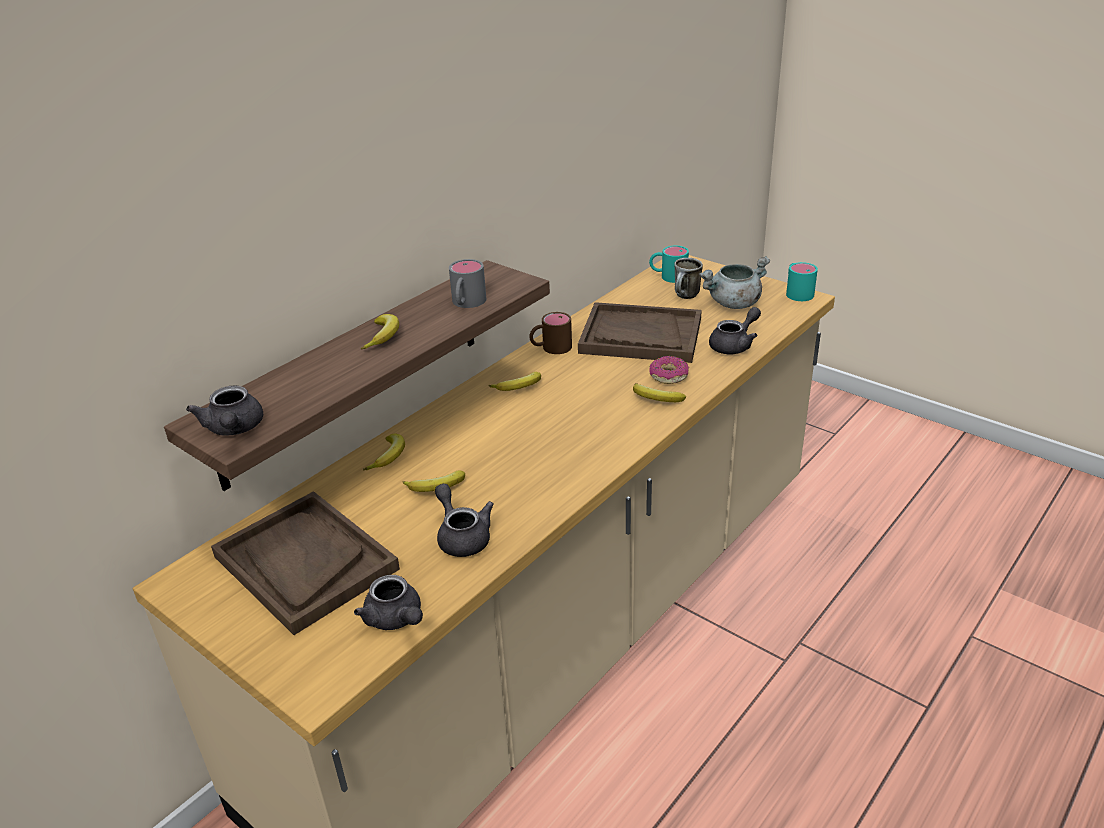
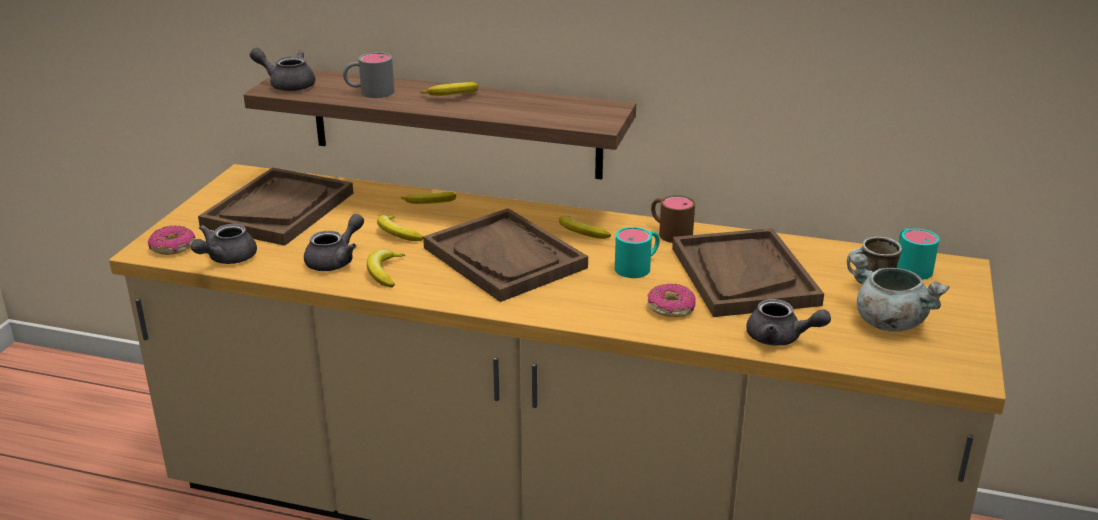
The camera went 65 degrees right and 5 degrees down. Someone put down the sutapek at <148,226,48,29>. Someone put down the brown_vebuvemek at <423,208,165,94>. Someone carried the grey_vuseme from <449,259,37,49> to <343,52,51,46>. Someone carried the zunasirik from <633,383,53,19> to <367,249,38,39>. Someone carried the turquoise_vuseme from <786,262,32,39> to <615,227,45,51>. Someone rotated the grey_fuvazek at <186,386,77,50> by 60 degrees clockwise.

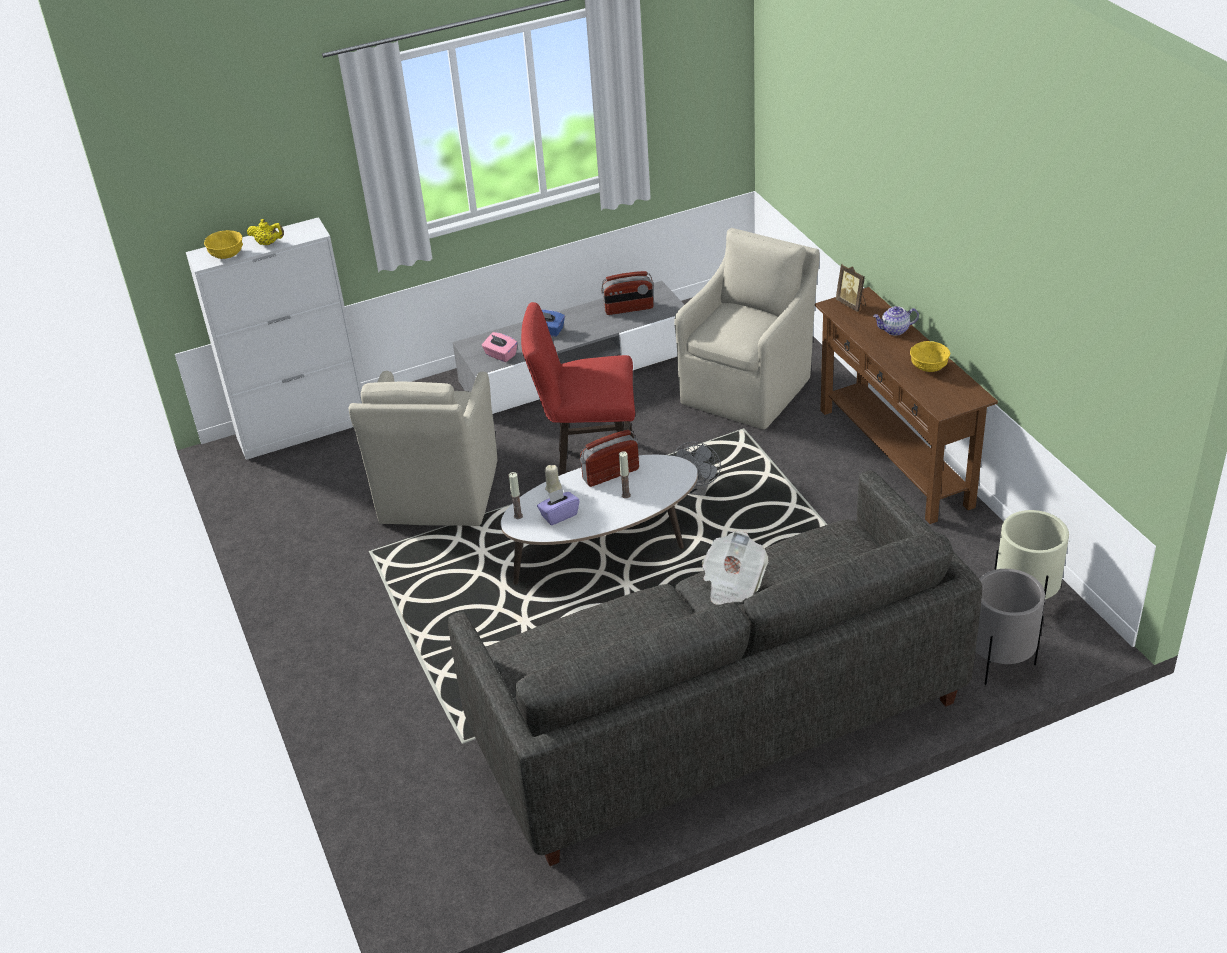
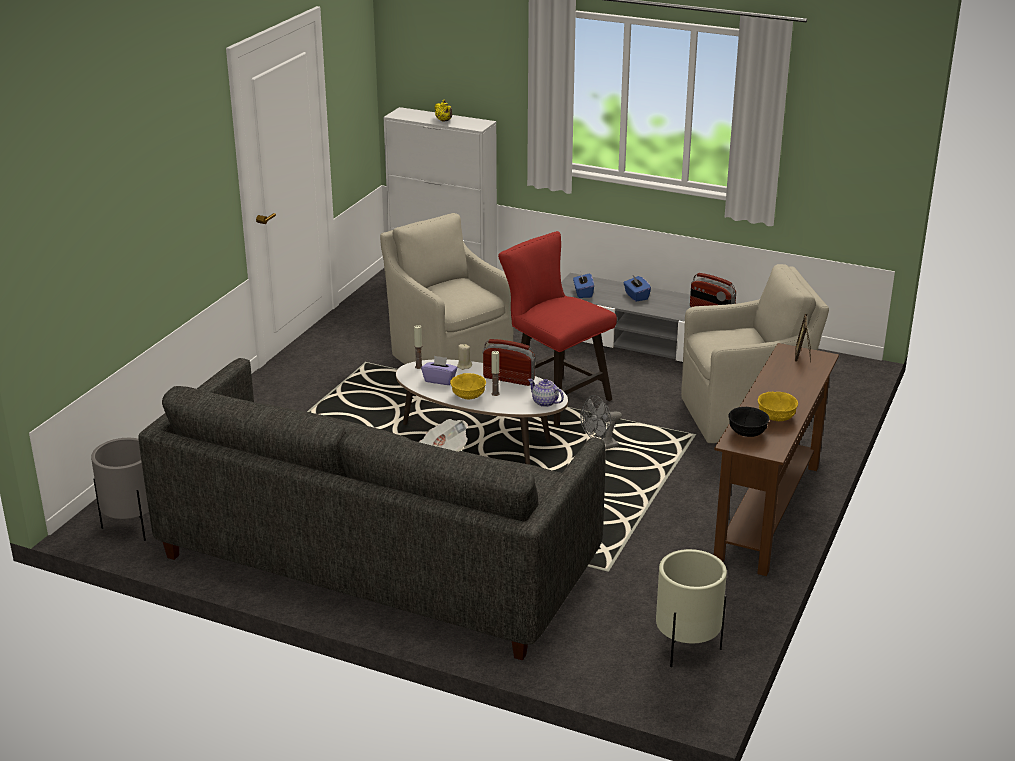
The camera went 45 degrees right and 10 degrees down. Someone put down the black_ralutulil at <728,407,41,30>. Someone carried the yellow_ralutulil from <204,230,39,29> to <450,373,36,26>. Someone carried the fuvazek from <873,306,46,30> to <528,379,36,28>. Someone carried the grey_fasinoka from <975,569,70,116> to <91,438,58,103>. Someone repainted the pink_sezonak at <482,332,36,30>, which became the blue_sezonak at <573,274,21,24>. Someone rotated the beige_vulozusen at <349,371,148,155> by 90 degrees clockwise.

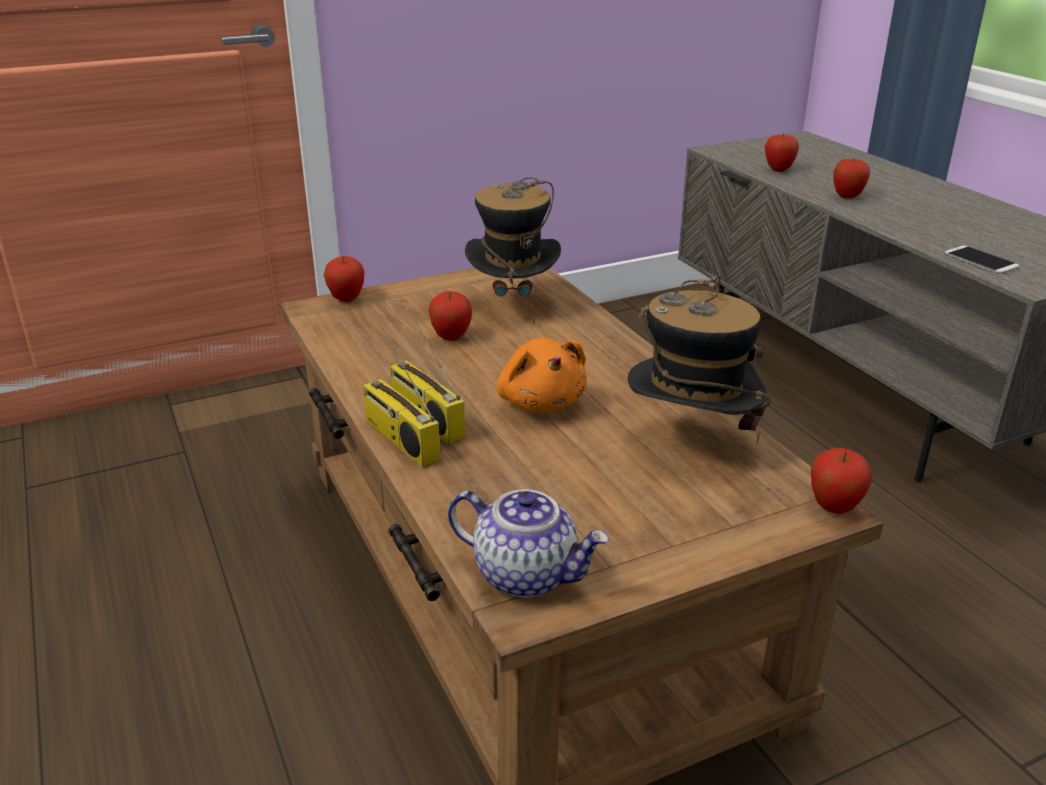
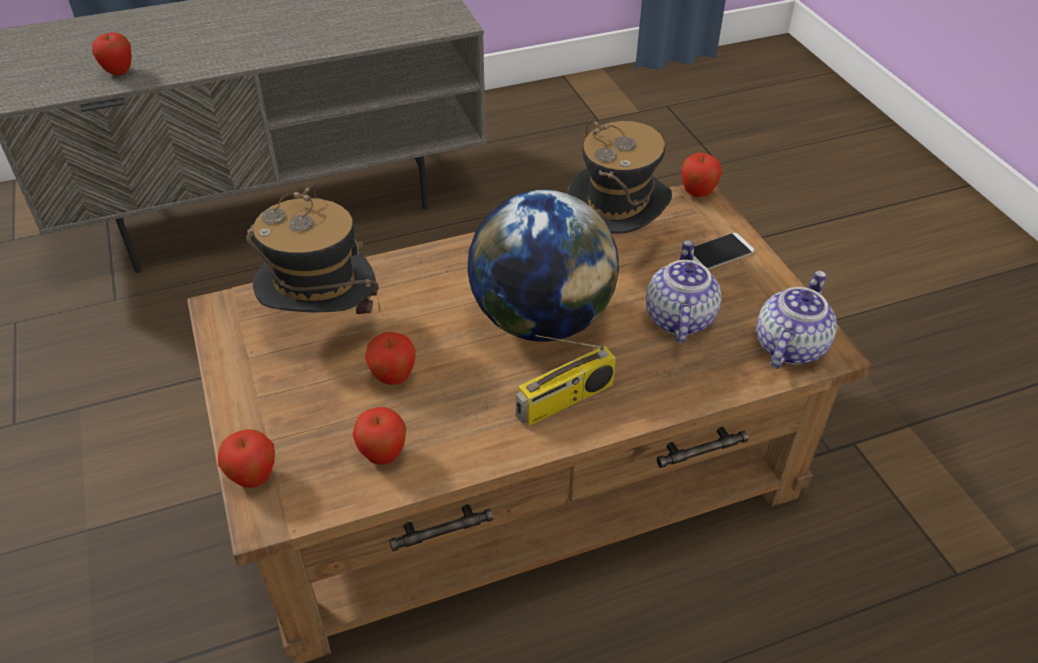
The camera went 85 degrees left and 15 degrees up. Someone took away the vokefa at <363,327,77,140>. Someone put down the fuvazek at <646,240,75,103>. Someone carried the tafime from <834,158,36,40> to <353,407,53,58>. Someone carried the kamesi from <945,246,74,28> to <693,233,62,37>. Someone swapped the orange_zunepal at <497,338,90,74> for the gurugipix at <467,190,152,152>.

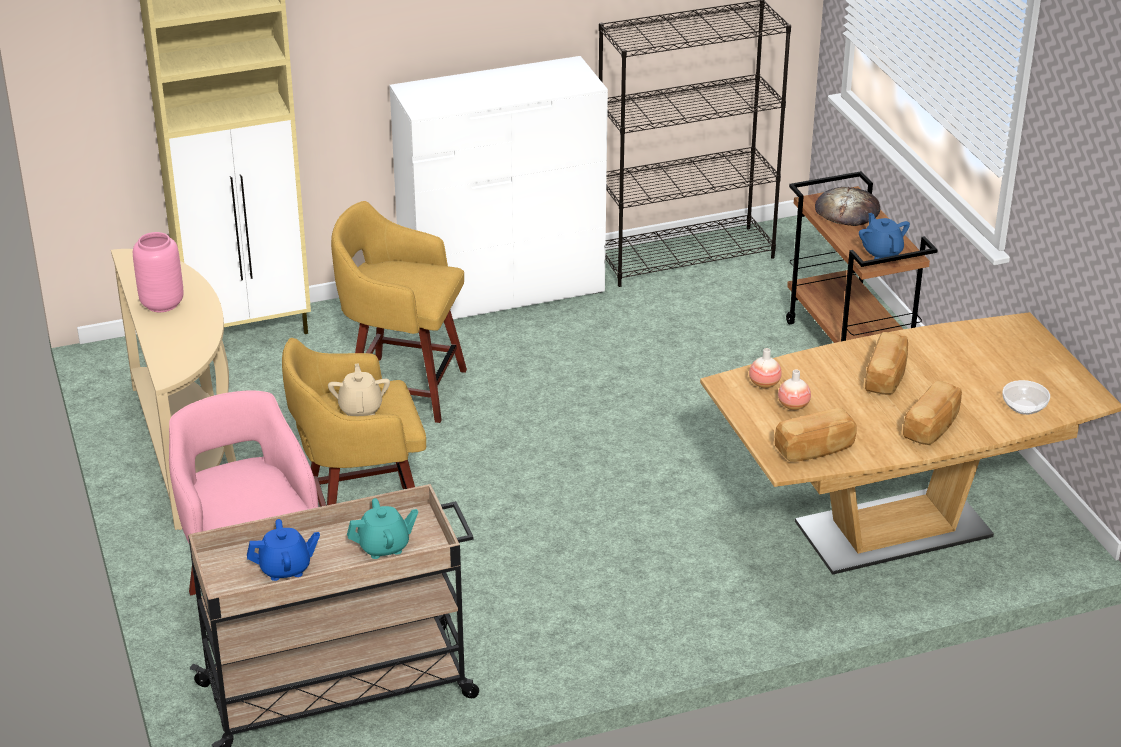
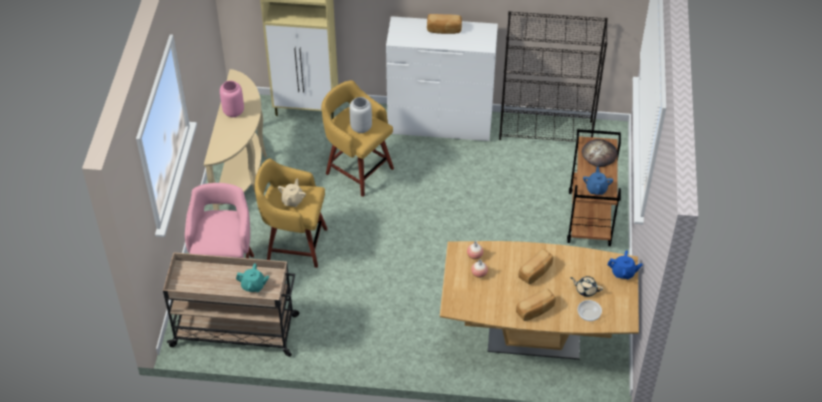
The camera went 25 degrees right and 15 degrees up. Someone put down the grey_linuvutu at <350,97,22,36>. Someone put down the beige_fuvazek at <570,276,33,21>. Someone carried the blue_fuvazek from <247,519,73,62> to <608,250,35,29>. Someone carried the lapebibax from <775,408,82,54> to <427,14,35,20>.

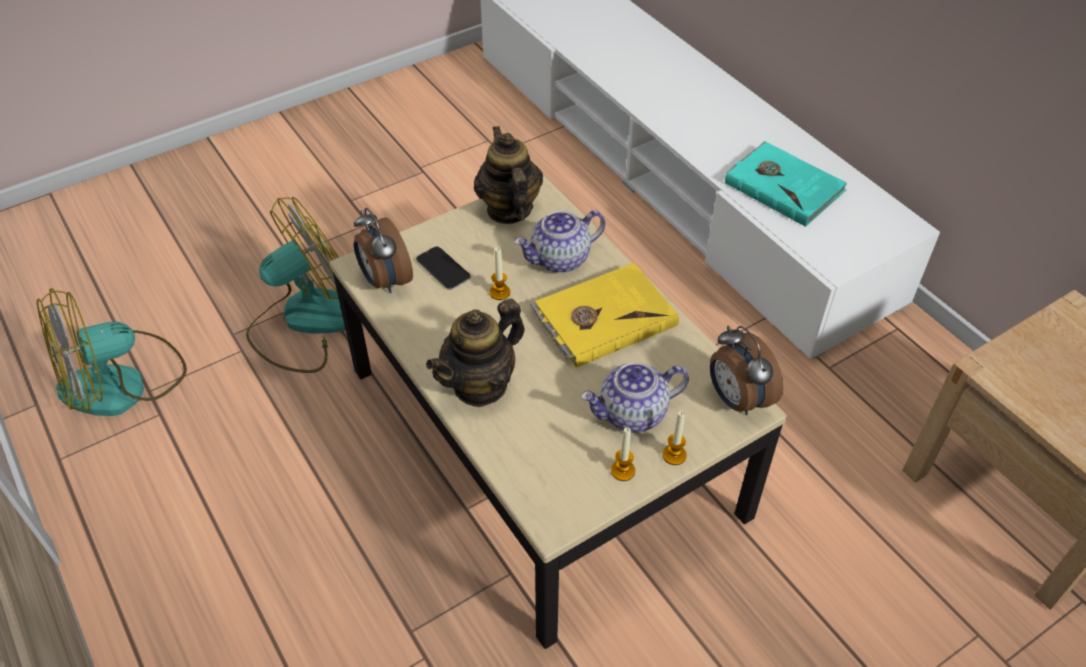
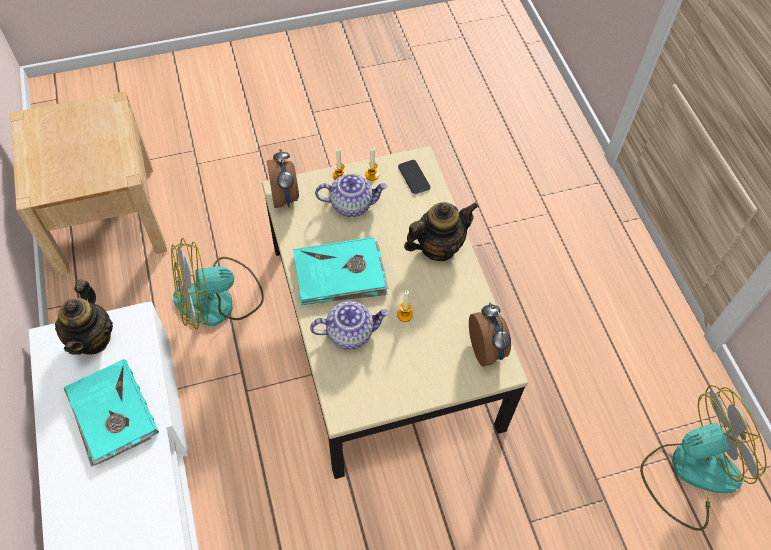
The camera went 165 degrees left and 10 degrees up. Someone carried the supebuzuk from <246,197,100,176> to <171,238,93,91>. Someone carried the kamesi from <416,247,55,43> to <398,160,33,34>. Someone carried the fuvazek from <474,126,69,98> to <55,280,58,75>. Someone repainted the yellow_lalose at <530,263,149,105>, which became the turquoise_lalose at <293,237,96,68>.

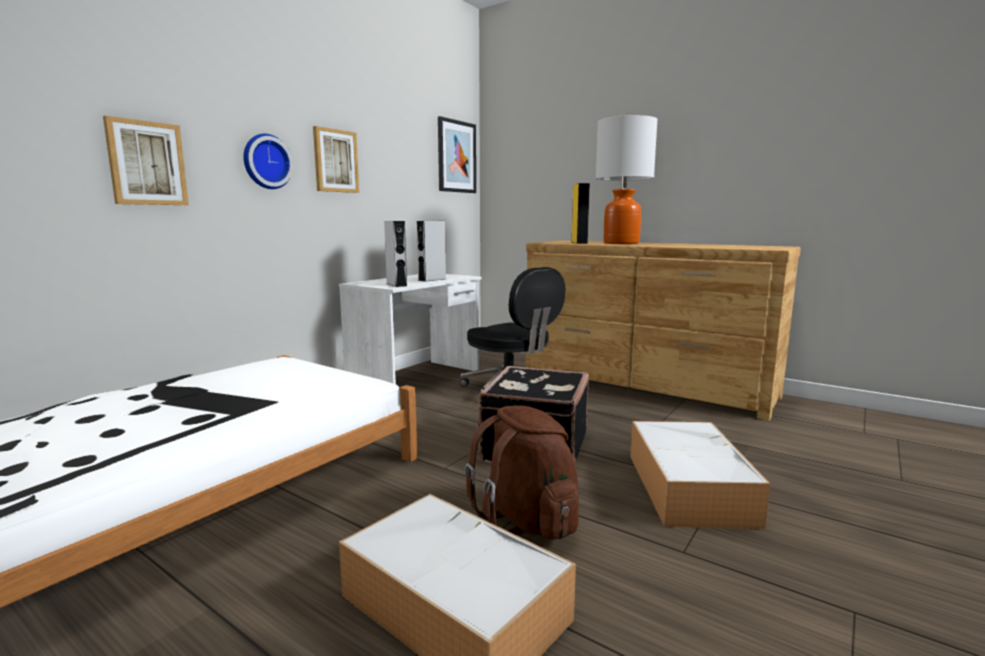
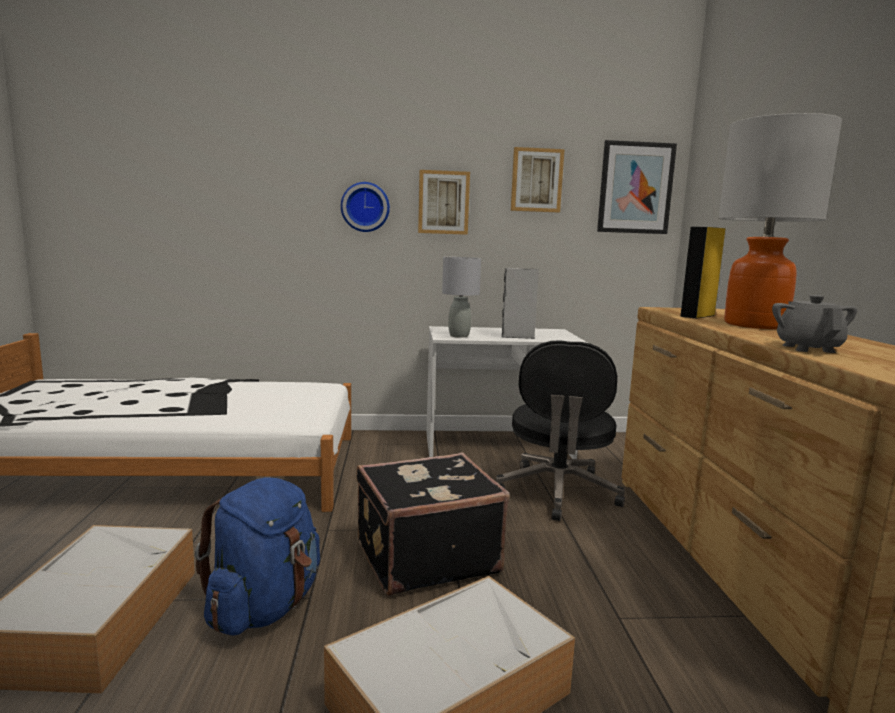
The camera went 50 degrees right and 0 degrees up. Someone put down the grey_fuvazek at <772,295,85,58>. Someone carried the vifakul from <103,116,86,89> to <511,147,54,65>. Someone swapped the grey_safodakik at <384,221,23,66> for the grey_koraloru at <442,257,39,81>. Someone repainted the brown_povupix at <465,406,114,134>, which became the blue_povupix at <195,477,125,159>.

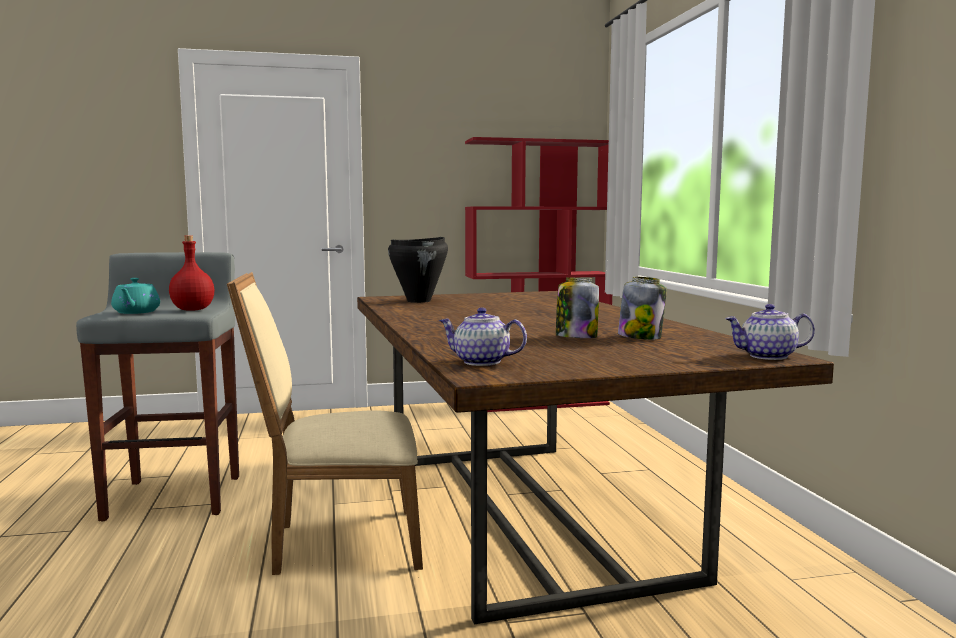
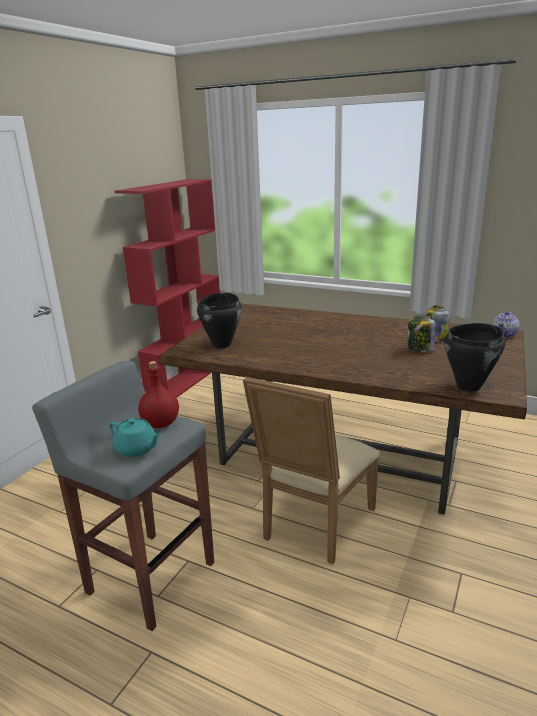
The camera went 50 degrees left and 15 degrees up. Someone swapped the fuvazek at <439,308,88,58> for the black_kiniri at <444,323,62,69>.

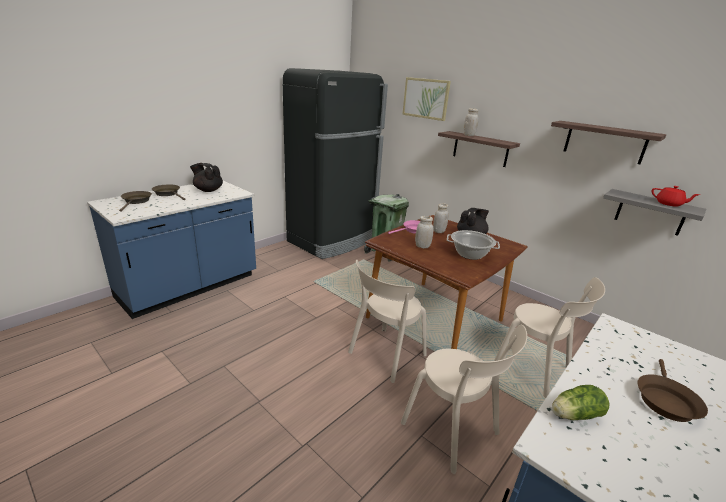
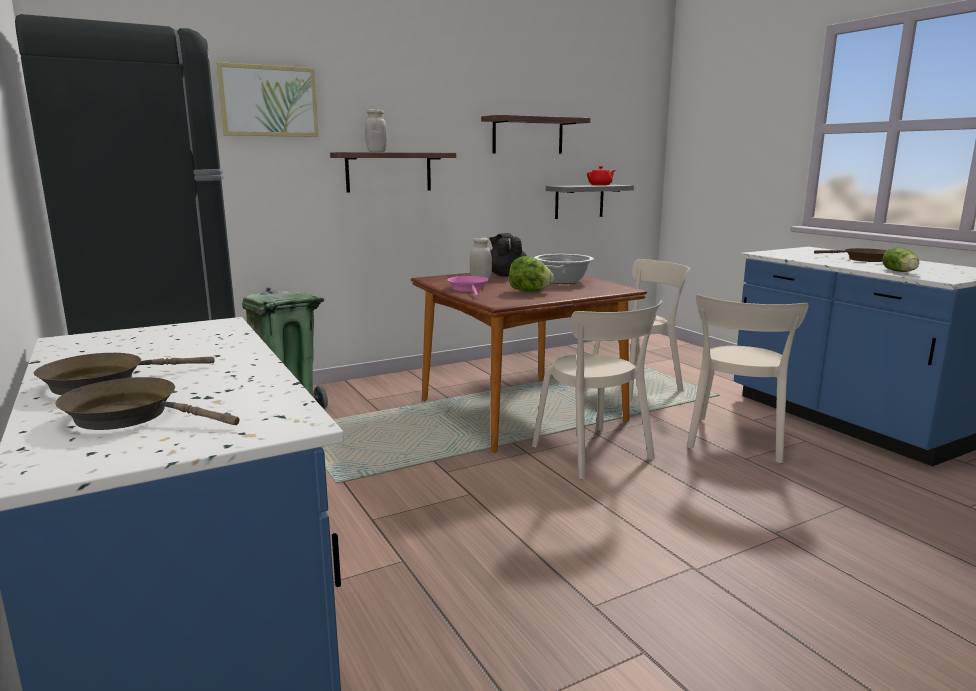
The camera went 70 degrees left and 10 degrees down. Someone took away the black_fuvazek at <190,163,33,29>. Someone swapped the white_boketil at <415,216,19,32> for the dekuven at <509,256,45,36>. Someone rotated the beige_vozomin at <401,325,126,149> by 135 degrees clockwise.

